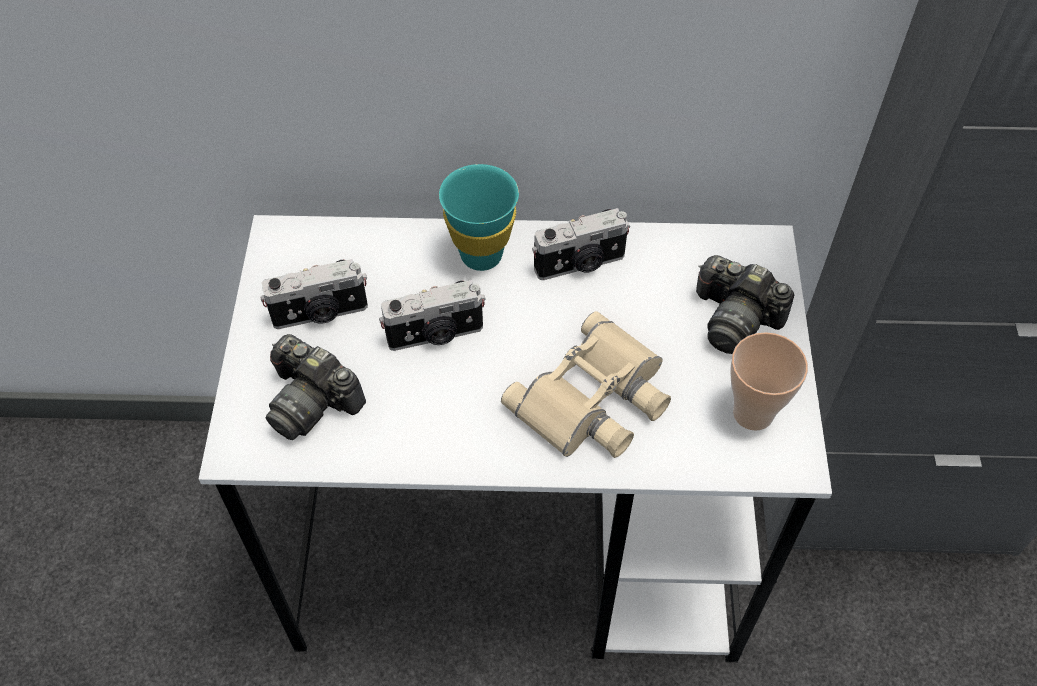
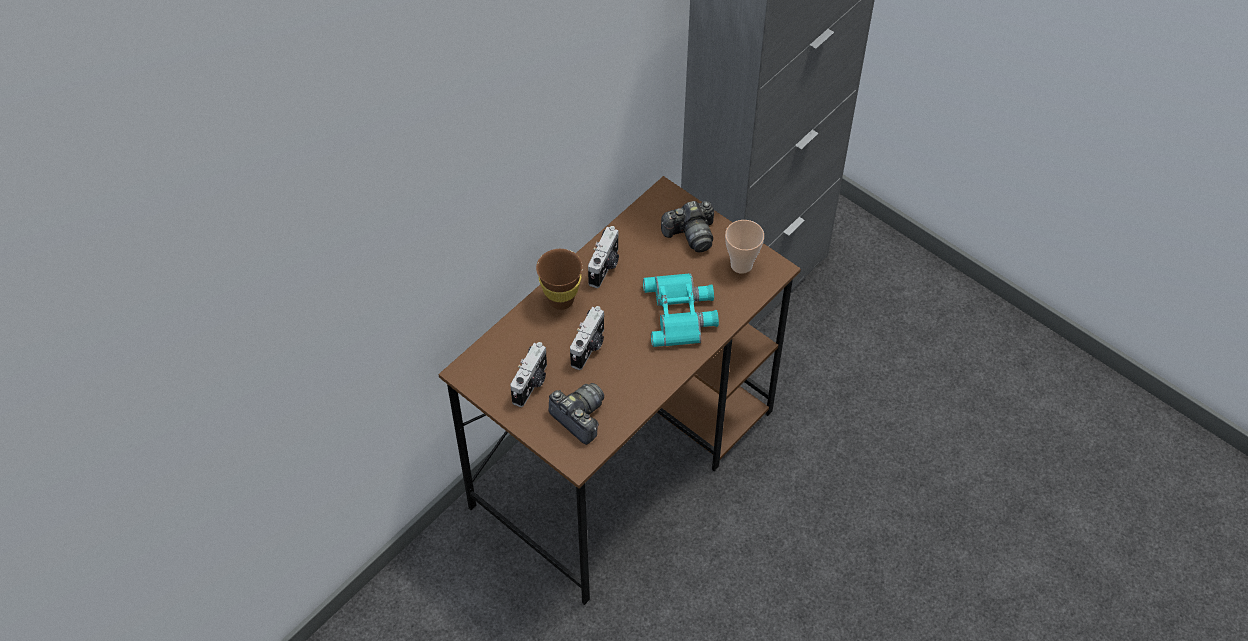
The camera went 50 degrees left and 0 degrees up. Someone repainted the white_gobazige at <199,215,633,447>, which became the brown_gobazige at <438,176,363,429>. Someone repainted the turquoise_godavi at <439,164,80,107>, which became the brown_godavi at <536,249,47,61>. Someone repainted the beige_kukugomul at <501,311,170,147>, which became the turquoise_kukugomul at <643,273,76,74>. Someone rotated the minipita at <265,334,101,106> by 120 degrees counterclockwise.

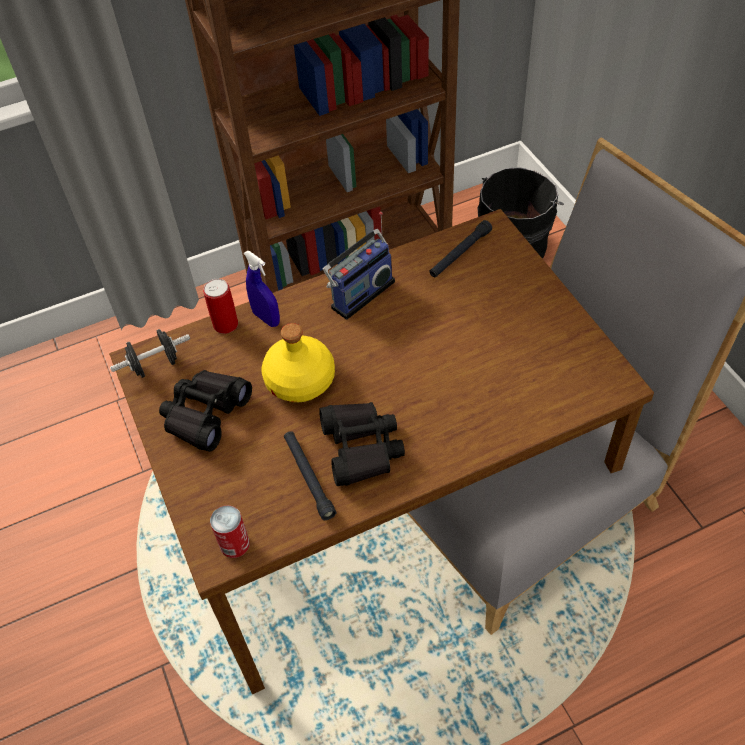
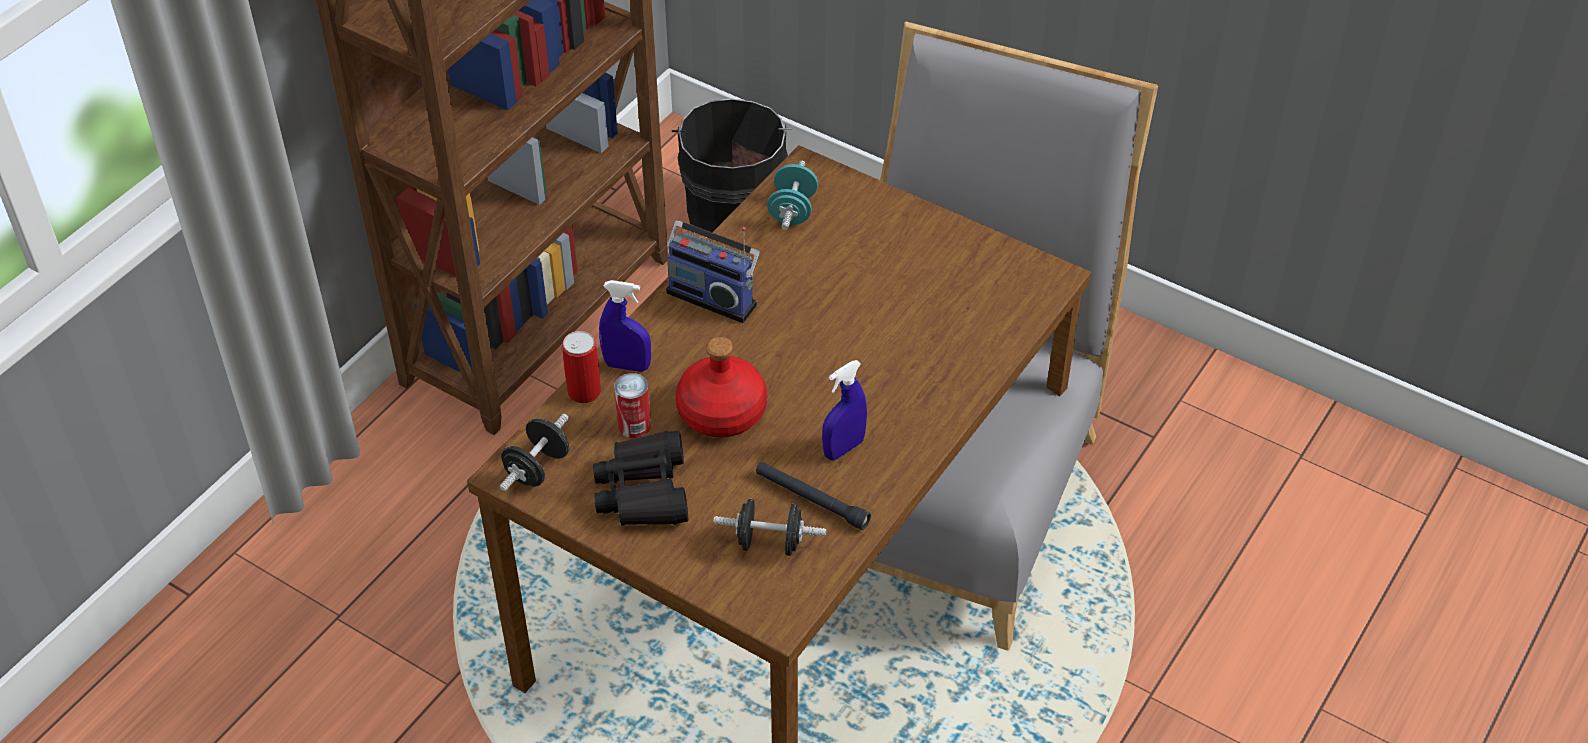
The camera went 35 degrees left and 5 degrees down. Someone put down the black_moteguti at <713,499,113,57>. Someone carried the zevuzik from <210,505,40,53> to <614,373,37,65>. Someone swapped the black_kukugomul at <319,402,86,84> for the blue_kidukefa at <822,360,45,100>. Someone swapped the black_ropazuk at <430,220,62,57> for the turquoise_moteguti at <767,160,51,70>. Someone repainted the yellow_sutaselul at <261,323,74,79>, which became the red_sutaselul at <675,337,92,101>. Someone rotated the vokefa at <323,212,72,108> by 105 degrees clockwise.

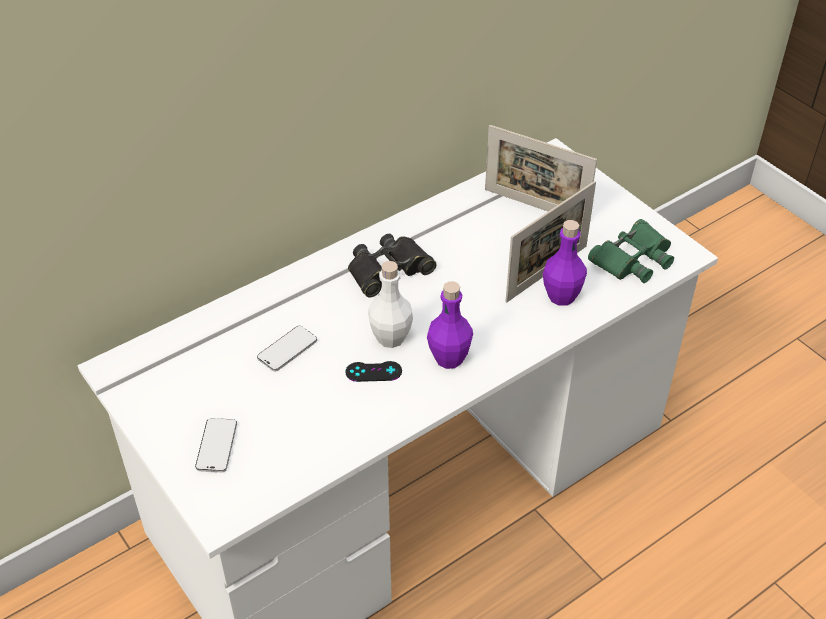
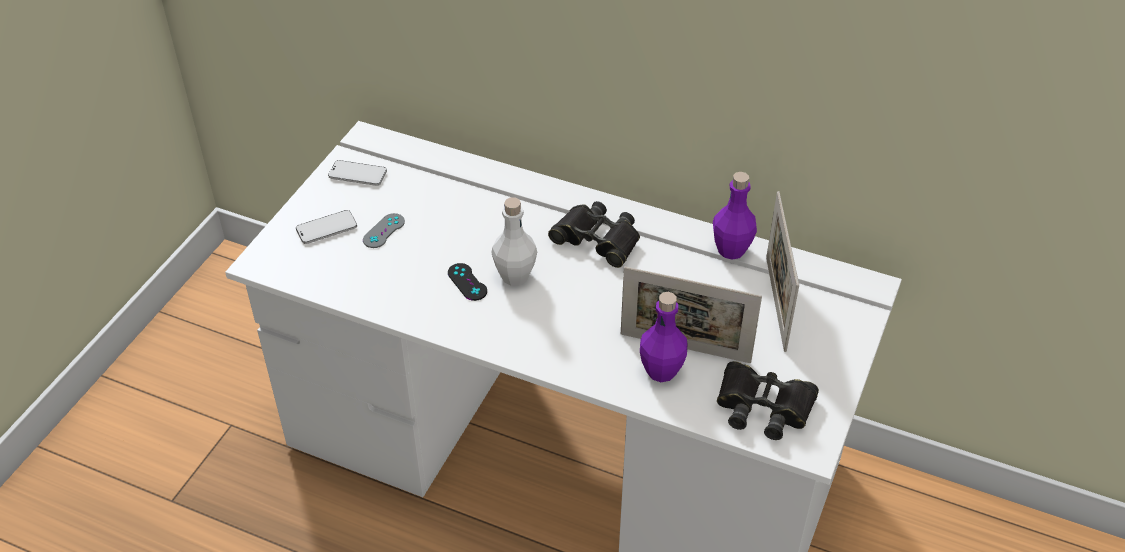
The camera went 60 degrees right and 0 degrees up. Someone put down the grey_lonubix at <363,213,42,35>. Someone carried the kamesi from <257,326,60,45> to <328,160,59,26>. Someone carried the purple_sutaselul from <427,281,46,88> to <713,172,44,88>. Someone repainted the green_kukugomul at <588,219,86,64>, which became the black_kukugomul at <717,361,102,79>.

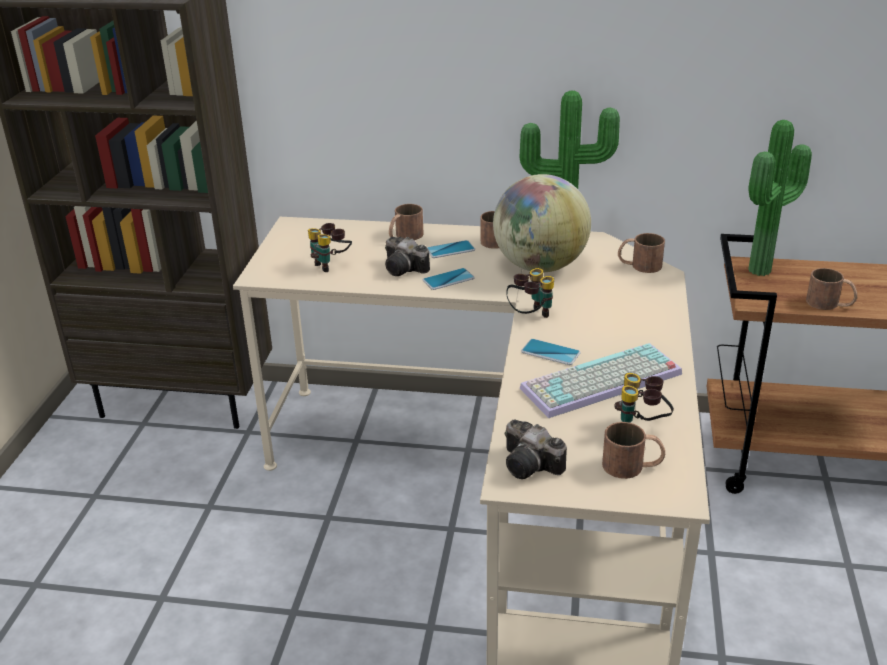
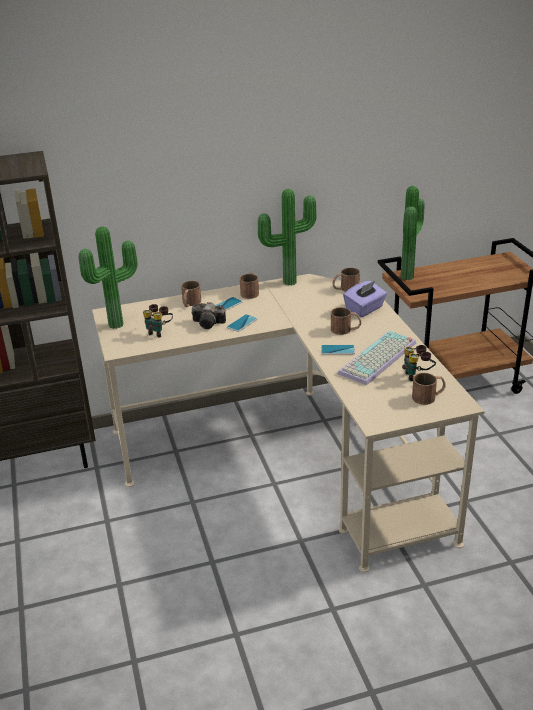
The camera went 25 degrees left and 0 degrees up. Someone took away the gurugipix at <493,174,98,99>. Someone took away the minipita at <505,419,62,60>. Someone took away the kukugomul at <506,268,48,50>. Someone put down the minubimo at <78,226,60,103>. Someone put down the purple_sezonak at <343,281,44,36>. Someone carried the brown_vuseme from <806,268,51,42> to <331,307,30,28>.

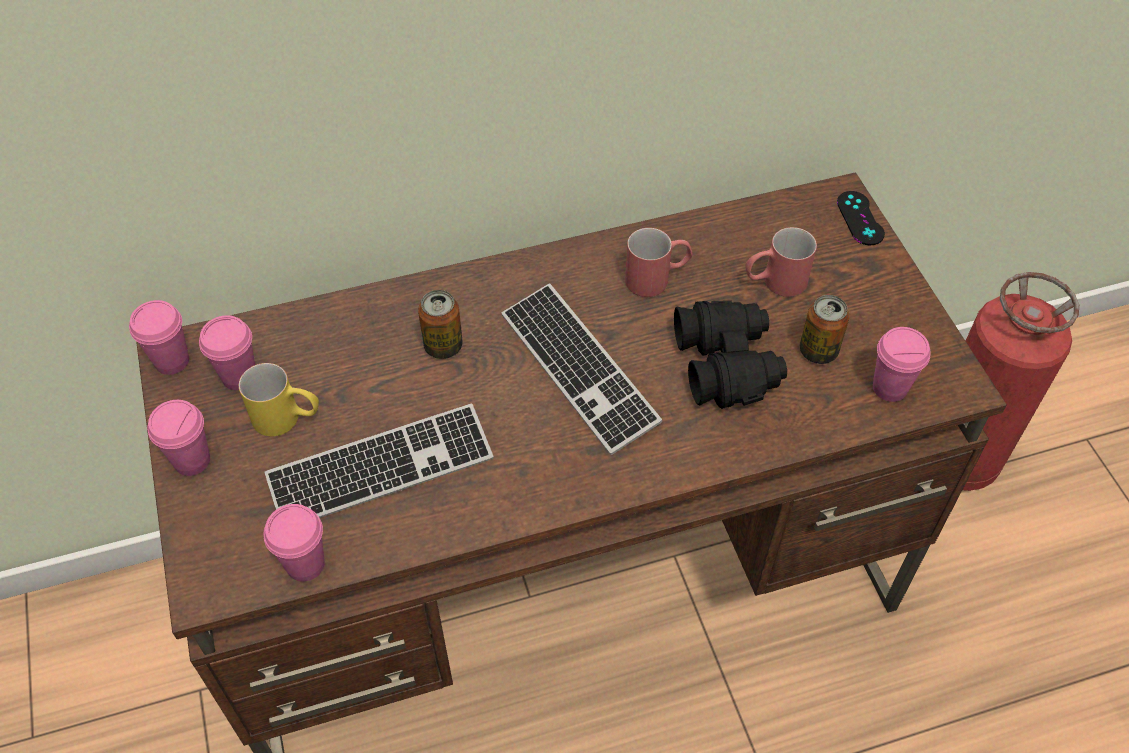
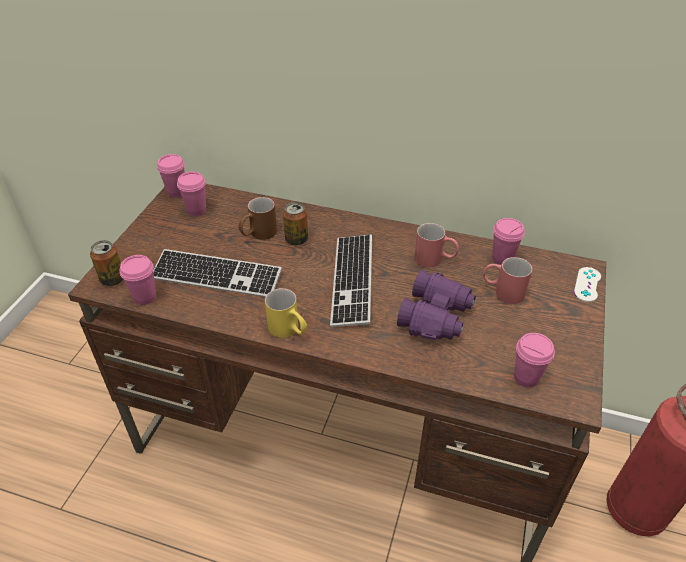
The camera went 35 degrees right and 10 degrees down. Someone put down the brown_vuseme at <238,197,39,43>. Someone carried the pink_godavi from <147,400,63,76> to <492,218,33,47>. Someone carried the yellow_vuseme from <239,363,80,73> to <265,288,42,50>. Someone carried the zevuzik from <800,295,50,69> to <90,240,33,46>. Someone repainted the black_kukugomul at <674,300,113,109>, which became the purple_kukugomul at <397,269,79,71>. Someone repainted the black_lonubix at <837,191,48,54>, which became the white_lonubix at <574,267,27,35>.

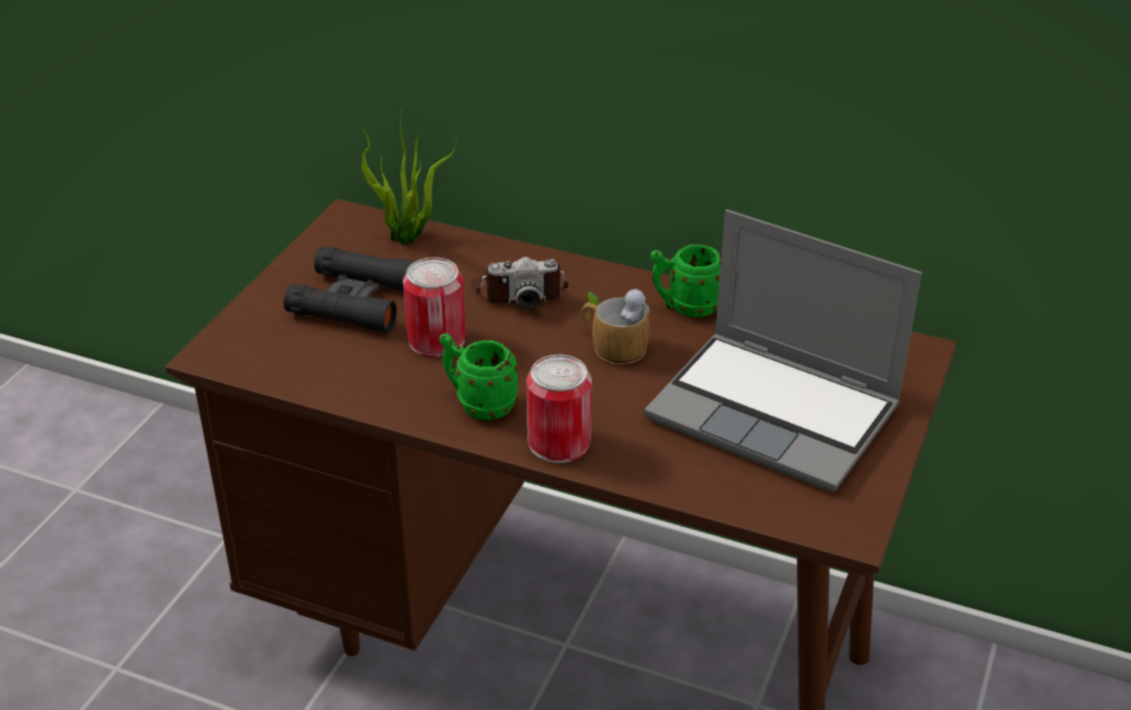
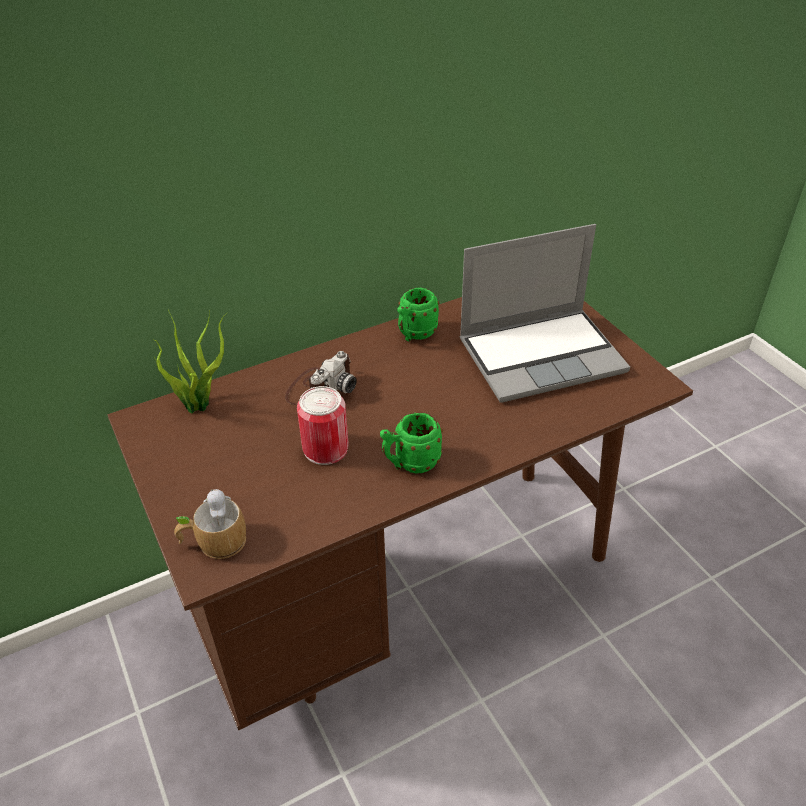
The camera went 50 degrees left and 5 degrees up. Someone took away the black_kukugomul at <284,247,131,86>. Someone took away the zevuzik at <526,355,66,108>. Someone carried the vuseme from <581,287,69,78> to <174,489,72,70>.

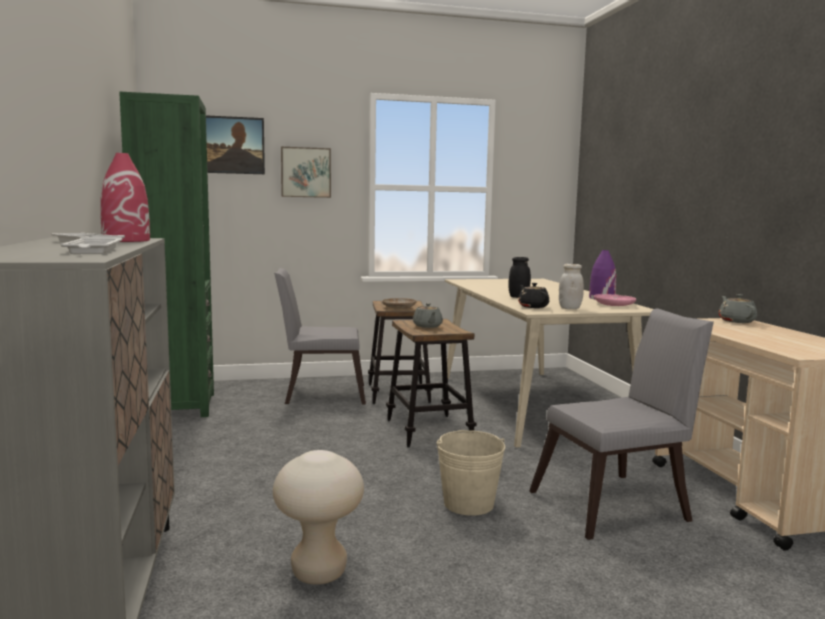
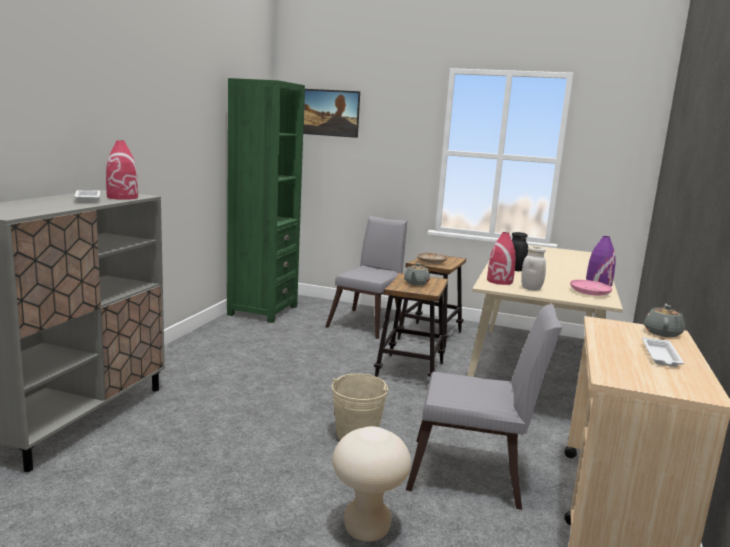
The camera went 30 degrees right and 5 degrees up. Someone took away the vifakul at <281,147,50,51>. Someone carried the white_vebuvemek from <61,237,61,17> to <642,337,42,30>. Someone carried the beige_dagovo from <273,450,91,135> to <333,426,78,115>. Someone swapped the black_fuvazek at <518,283,31,25> for the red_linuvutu at <487,232,29,53>. Someone rotated the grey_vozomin at <274,268,92,136> by 90 degrees clockwise.

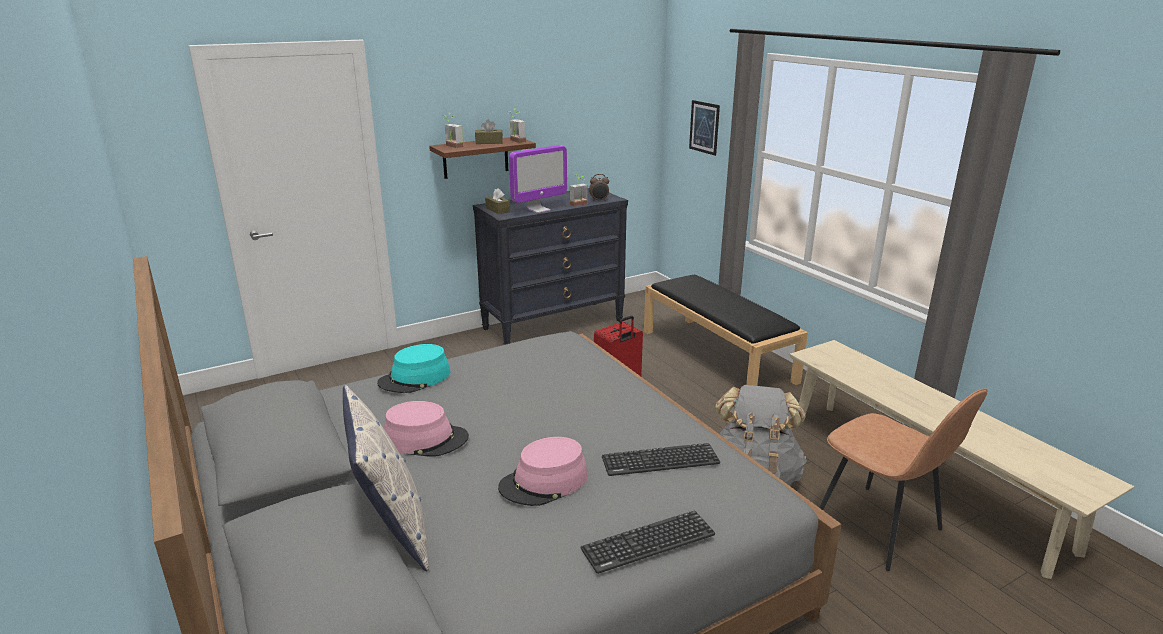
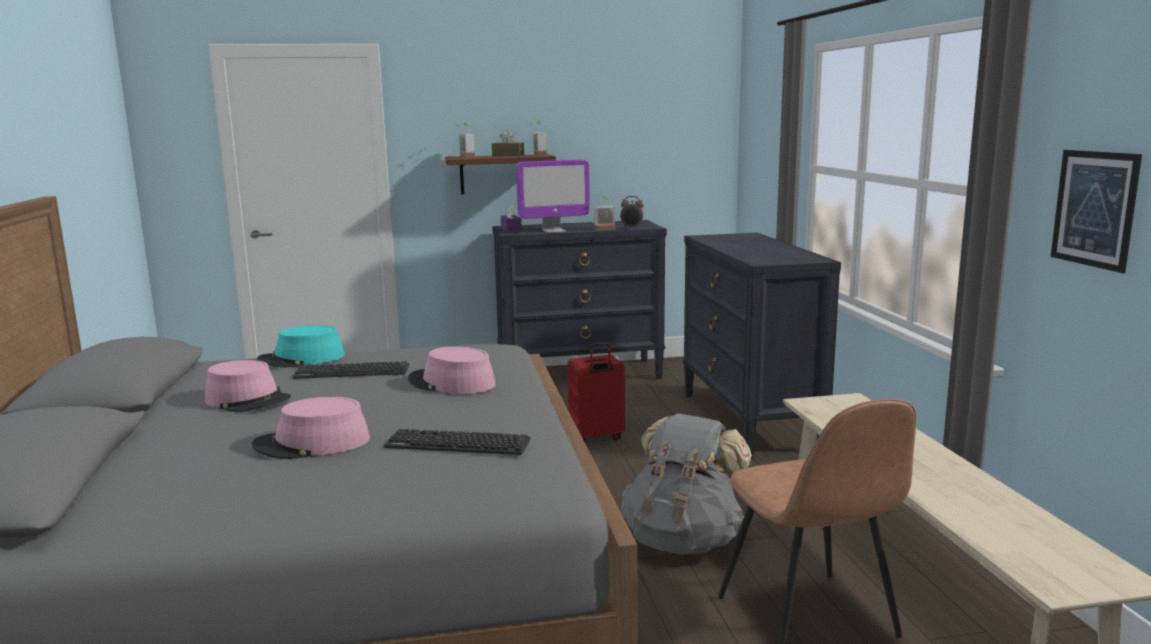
The camera went 20 degrees right and 10 degrees down. Someone took away the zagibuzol at <343,385,86,186>. Someone put down the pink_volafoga at <408,347,88,47>. Someone carried the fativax from <580,510,135,64> to <293,361,116,18>. Someone carried the vifakul from <689,100,31,56> to <1051,150,91,123>. Someone swapped the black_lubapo at <644,275,164,111> for the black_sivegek at <683,233,158,226>. Someone repainted the brown_sezonak at <485,188,25,26>, which became the purple_sezonak at <501,205,21,27>.

